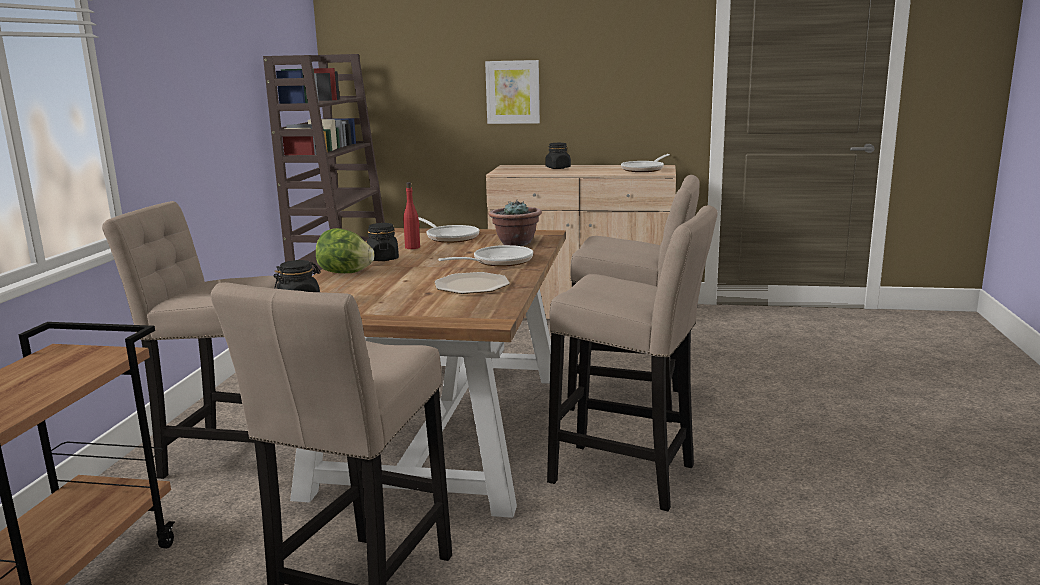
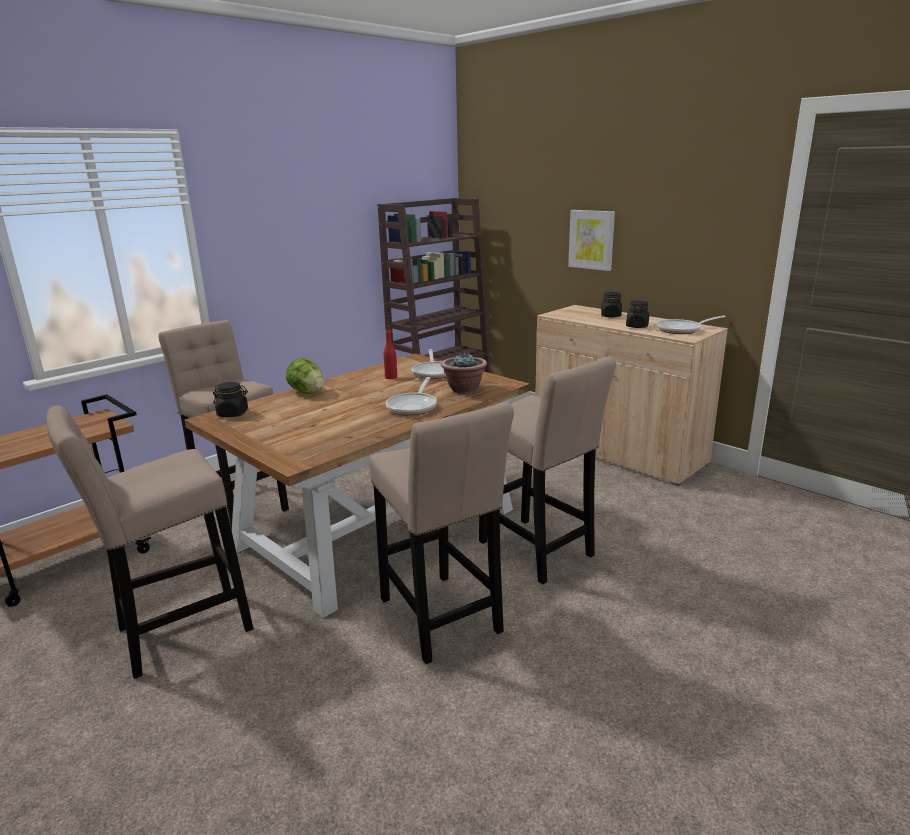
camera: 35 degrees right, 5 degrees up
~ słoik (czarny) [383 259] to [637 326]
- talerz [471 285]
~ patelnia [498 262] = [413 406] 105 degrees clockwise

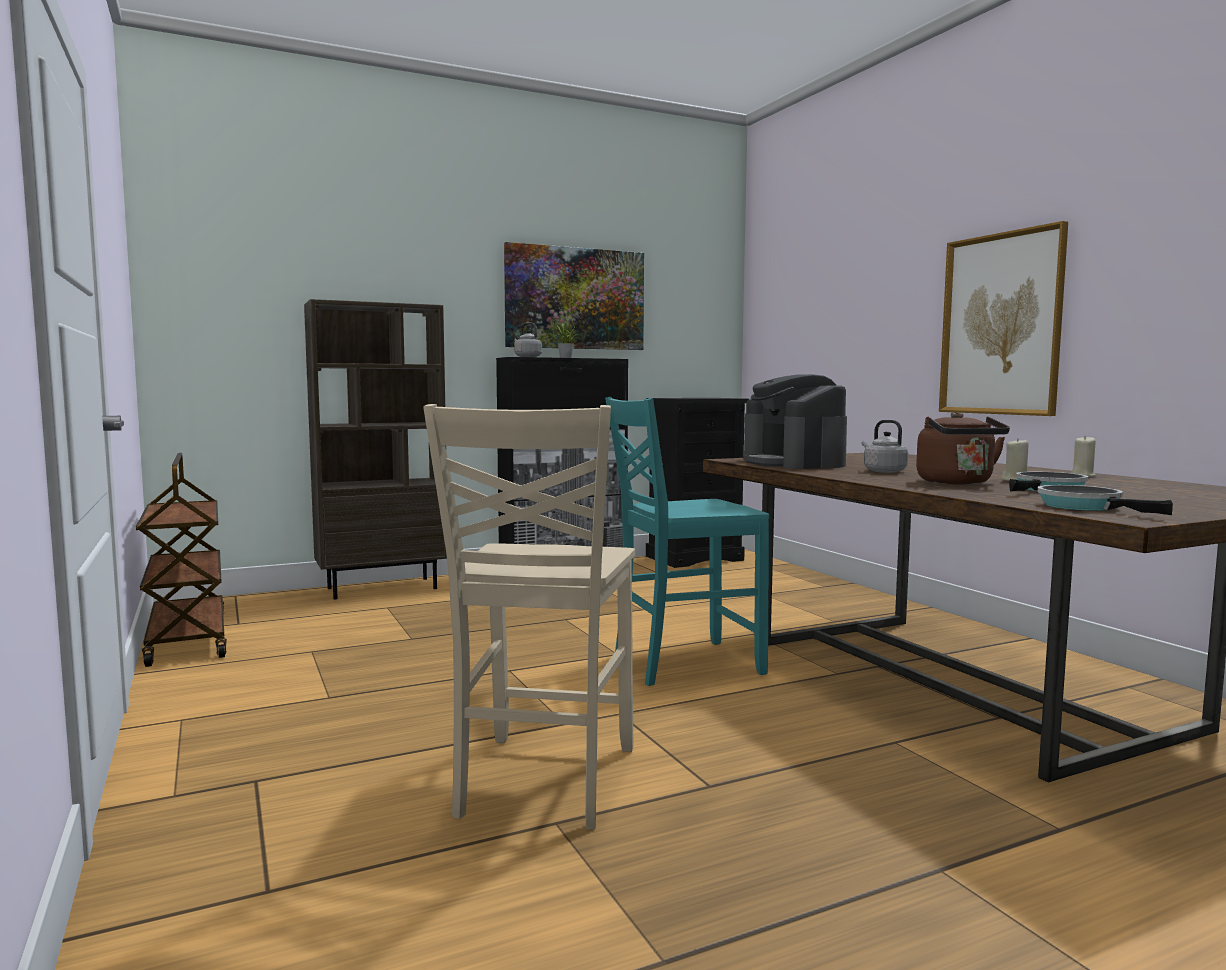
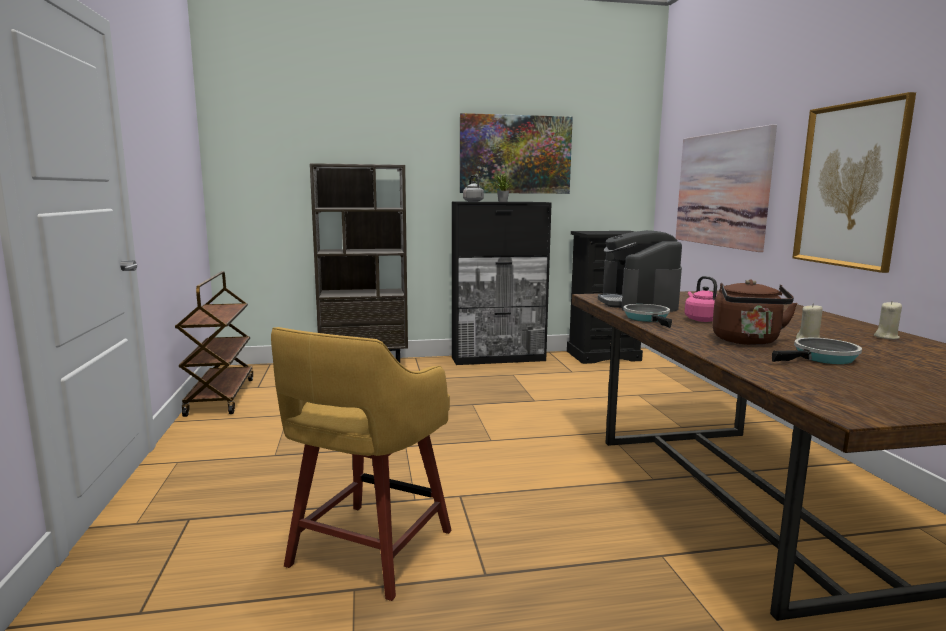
camera: 15 degrees right, 5 degrees up
~ krzesło (beżowy) [542 782] to stołek (żółty) [367 551]
- krzesło (turkusowy) [683 664]
~ czajnik (szary) [883 471] to czajnik (różowy) [701 319]
~ patelnia [1085 507] to [648 319]
+ obraz [721 189]

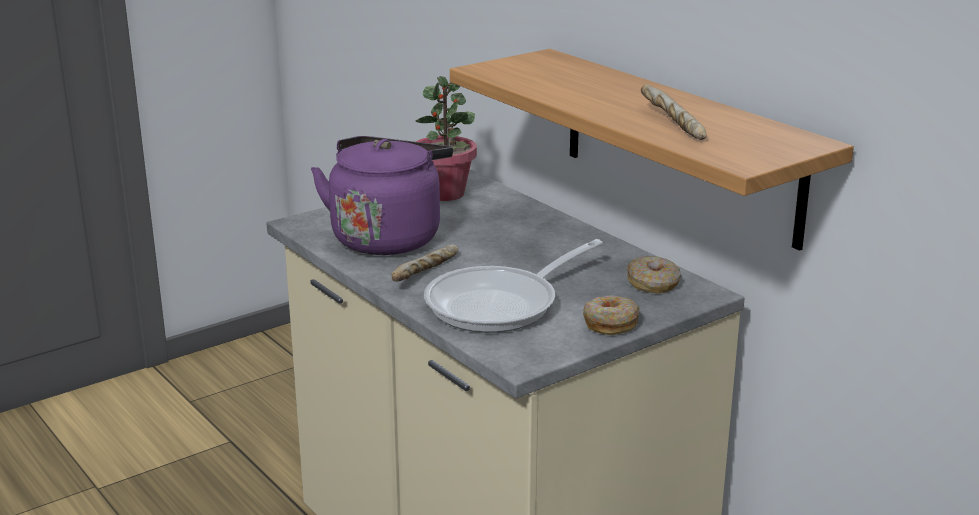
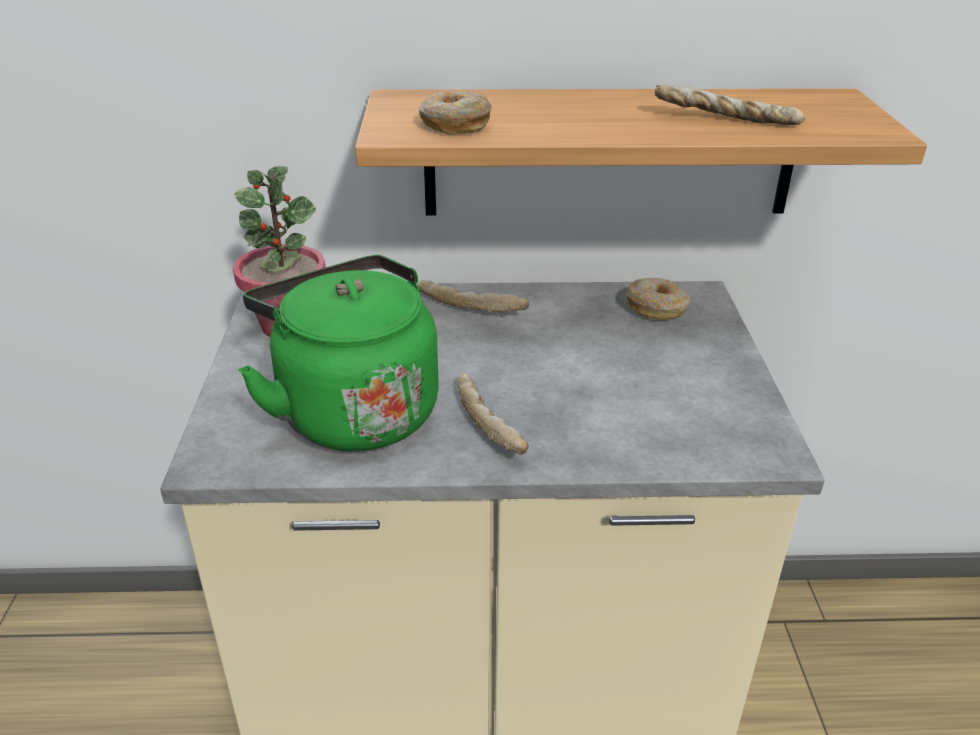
camera: 55 degrees left, 10 degrees up
~ czajnik (fioletowy) [388 237] to czajnik (zielony) [353 410]
- patelnia [501 304]
~ donut [610 323] to [454 125]
+ chleb [471 306]

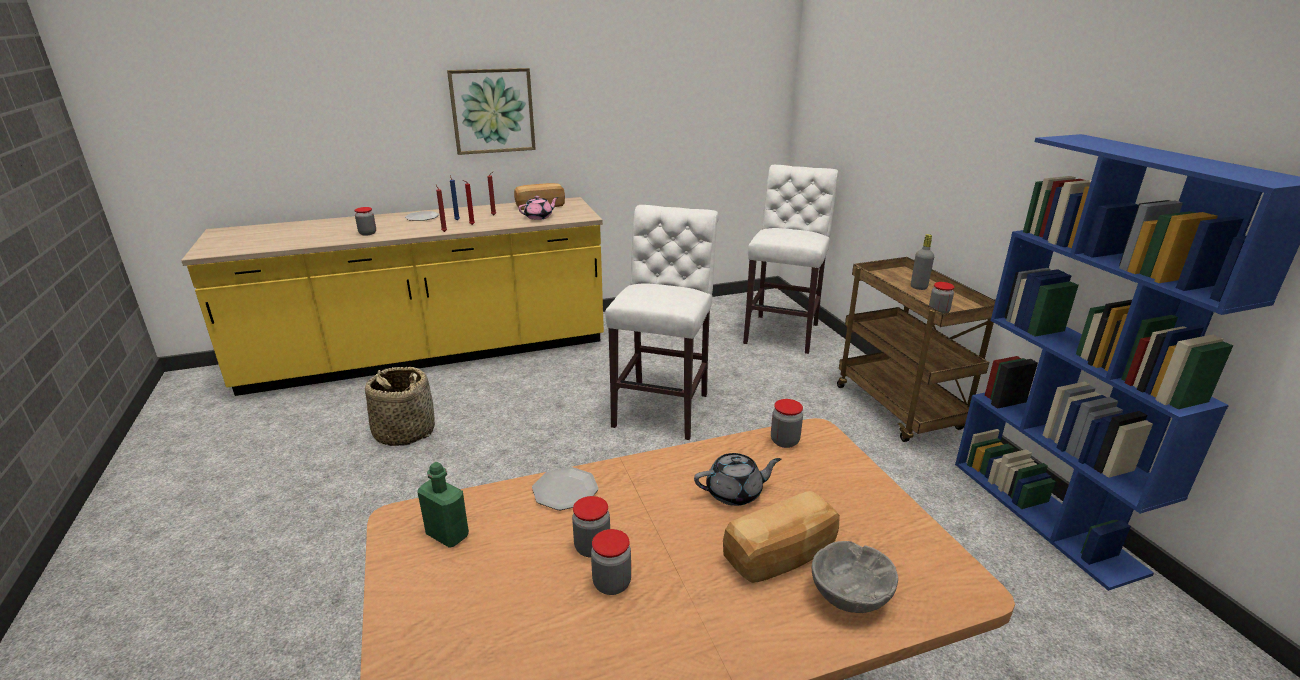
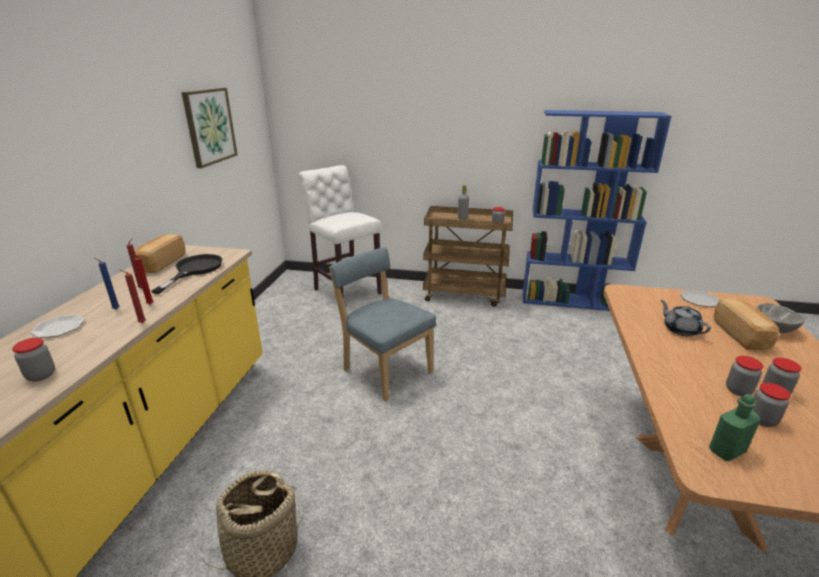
camera: 60 degrees left, 0 degrees up
~ obraz [492 111] to [209 126]
~ imbryk (różowy) [539 217] to patelnia (czarny) [194 270]
~ talerz [565 491] to [699 300]
~ stołek (biały) [663 407] to krzesło (niebieski) [384 370]
~ imbryk (szary) [735 493] = [680 329] 45 degrees counterclockwise
~ słoik [784 441] to [762 420]

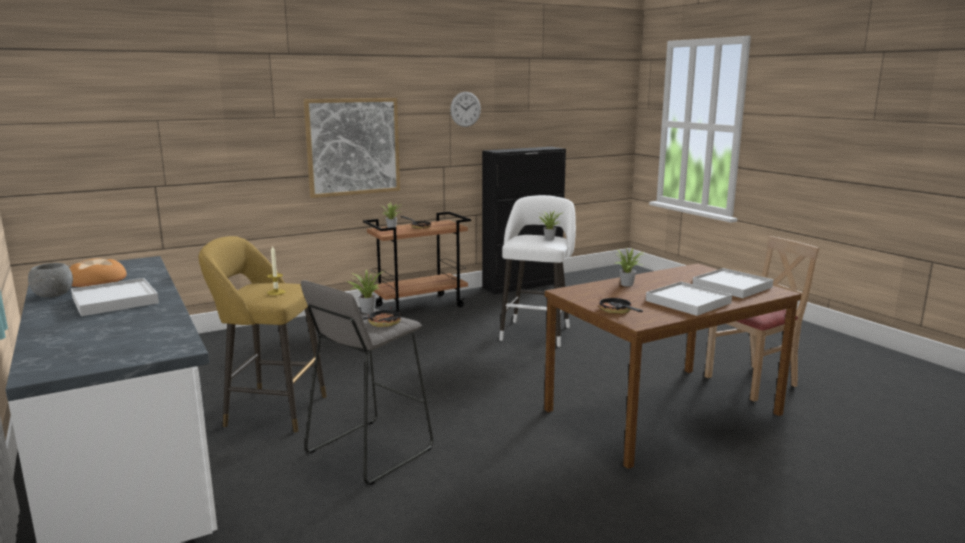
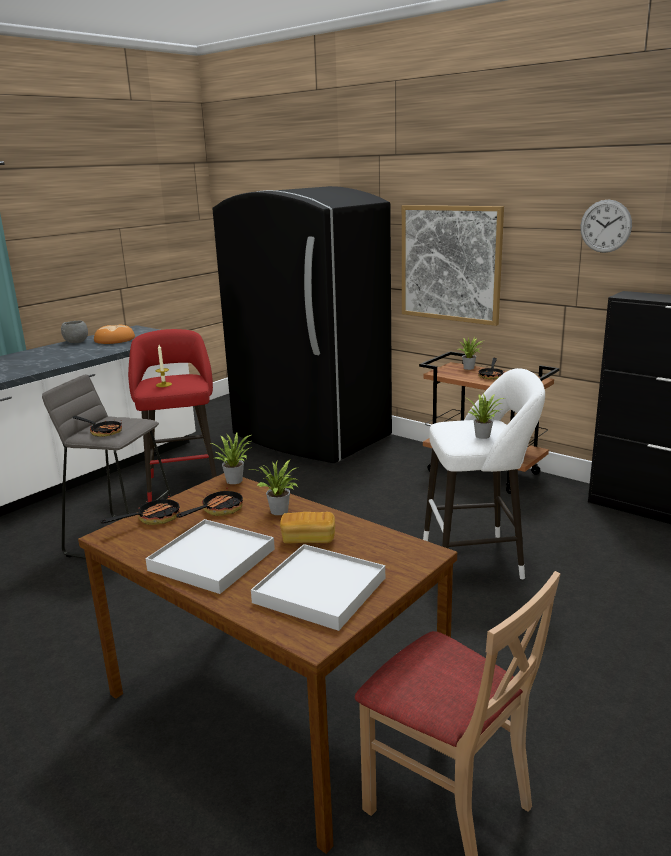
camera: 70 degrees right, 5 degrees up
- taca (biały) [115 301]
~ stołek (żółty) [270 410] to stołek (czerwony) [183 483]
~ roślina doniczkowa [366 310] to [235 480]
+ patelnia [217 511]
+ lodówka (czarny) [310 437]
+ chleb [308 539]

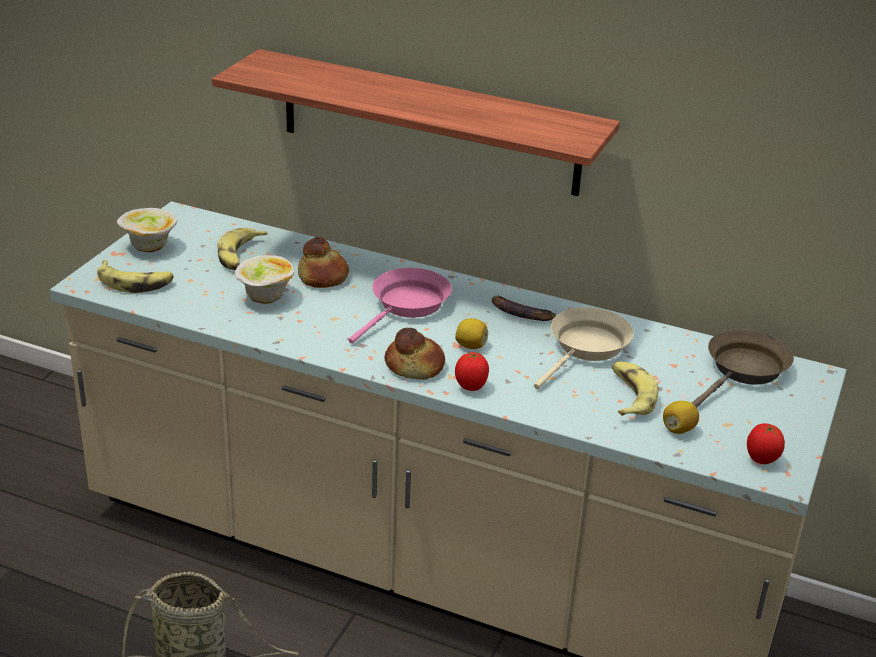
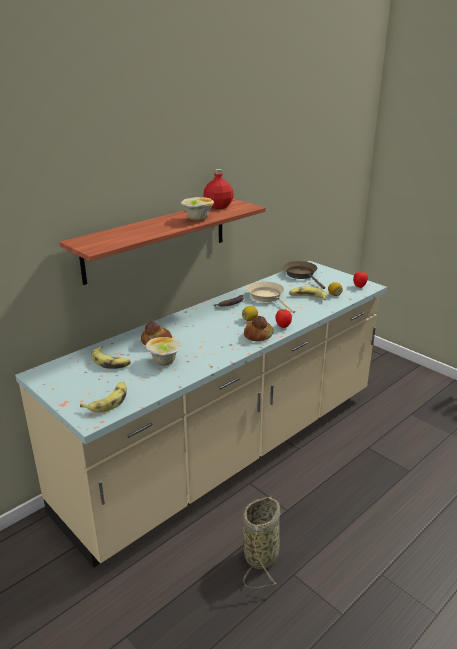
camera: 65 degrees left, 5 degrees down
~ miska [149 247] to [197 219]
- patelnia (różowy) [407 306]
+ butelka (czerwony) [219 206]

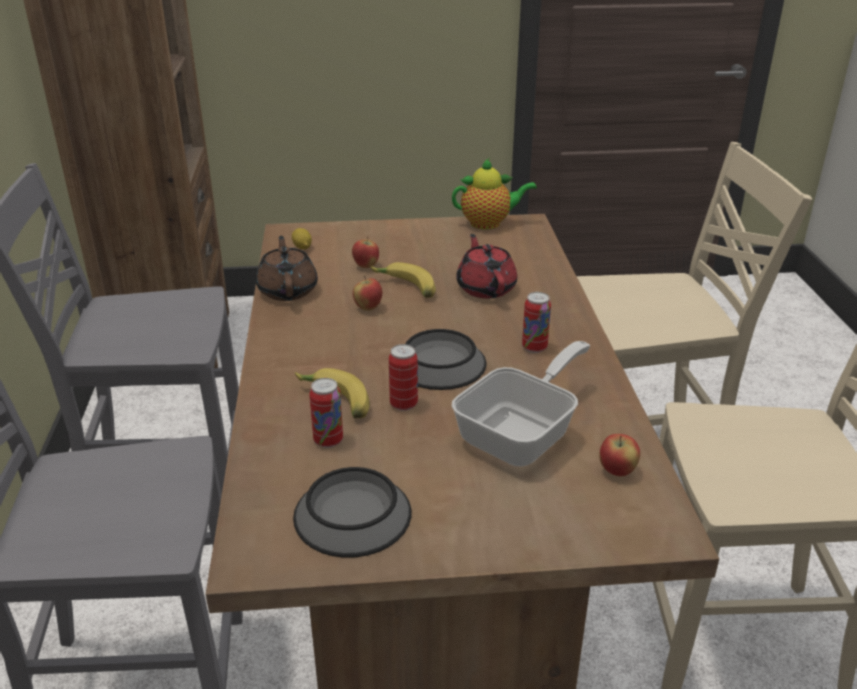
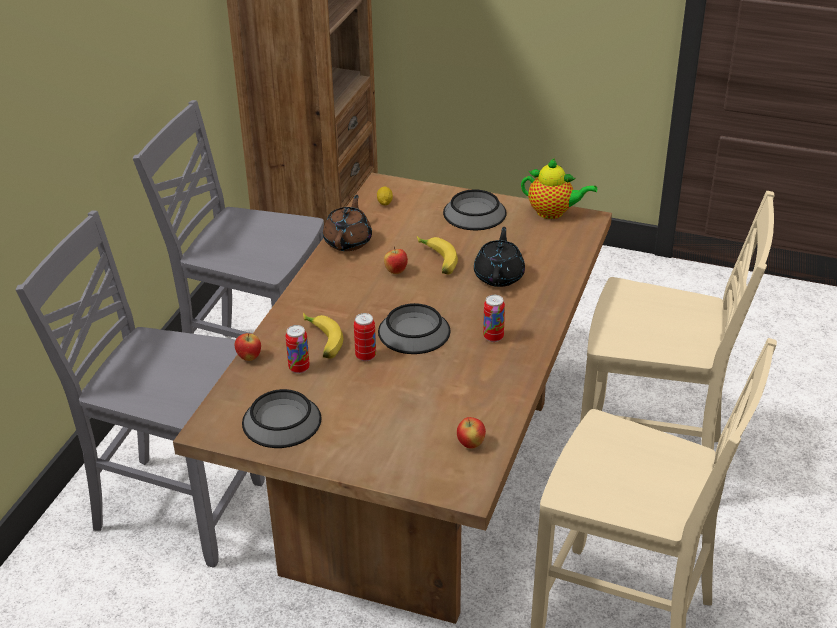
camera: 25 degrees right, 5 degrees up
~ jabłko [366 266] to [249 358]
- patelnia [523 433]
~ imbryk (czerwony) [486 288] to imbryk (czarny) [499 275]
+ miska [474 213]

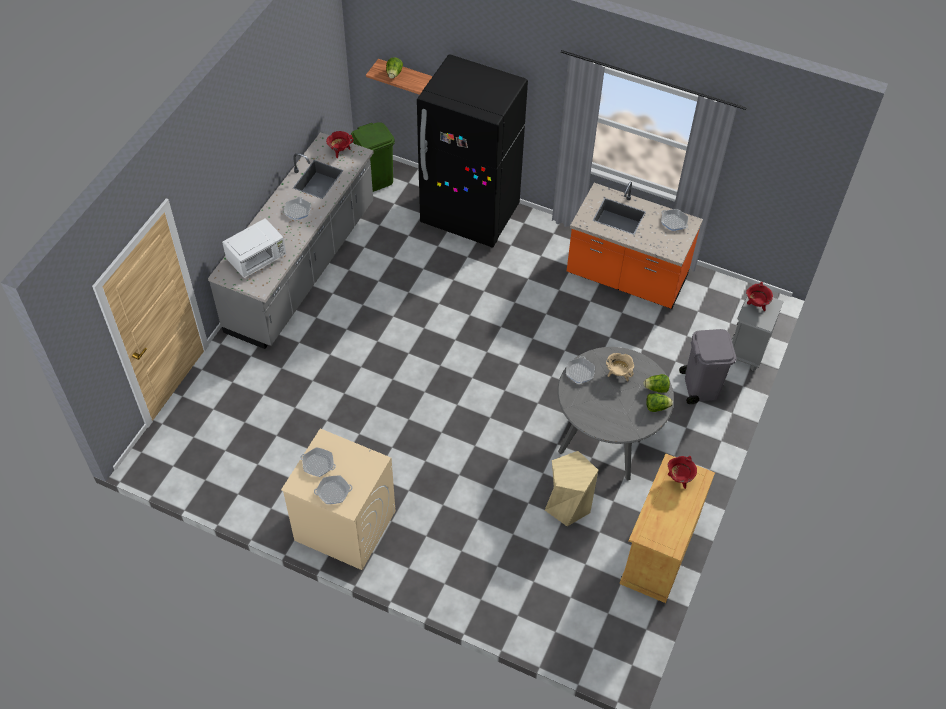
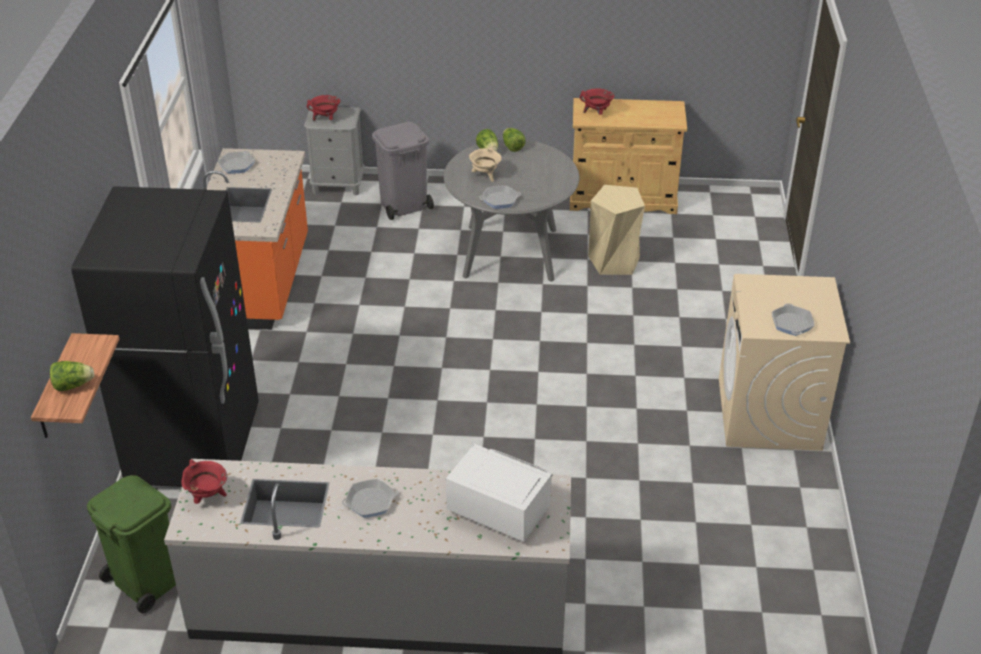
camera: 110 degrees left, 15 degrees down
- patelnia [333 492]

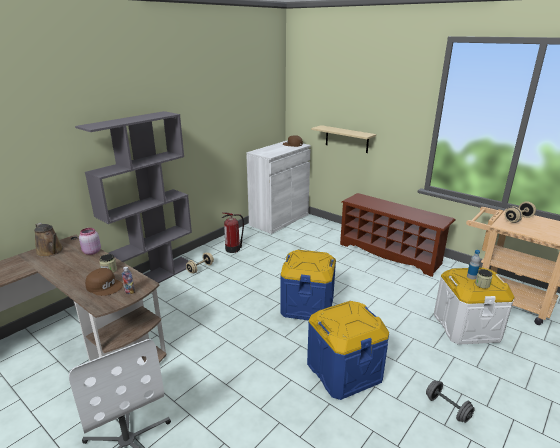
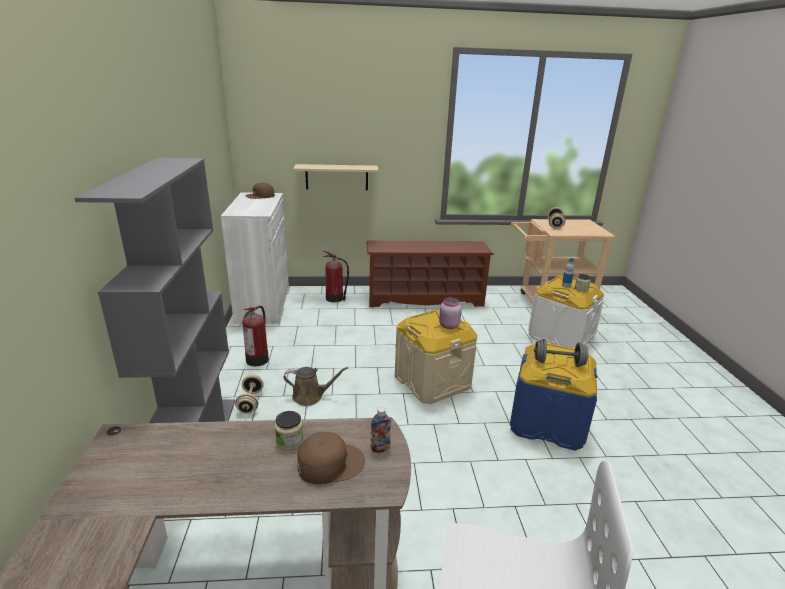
camera: 45 degrees left, 0 degrees up
~ konewka (brązowy) [51 252] to [310 396]
~ słoik (różowy) [91 252] to [448 326]
~ pojemnik do przechowywania (niebieski) [307 306] to pojemnik do przechowywania (beżowy) [432 381]
~ hantel (szary) [447 408] to [558 363]
+ gaśnica [335 298]

